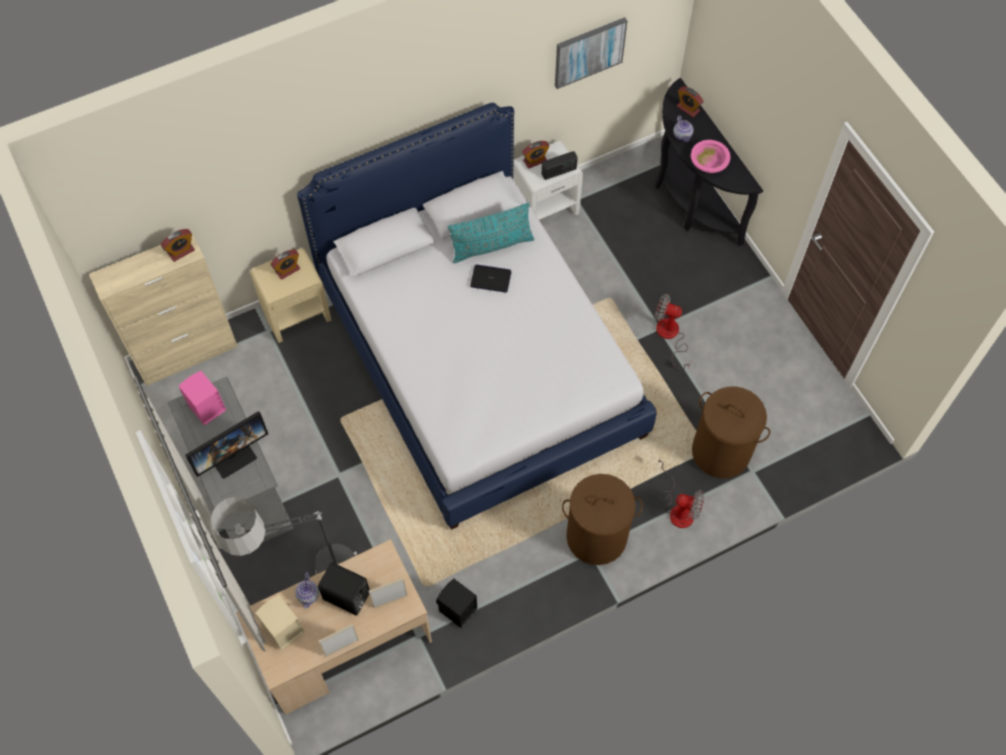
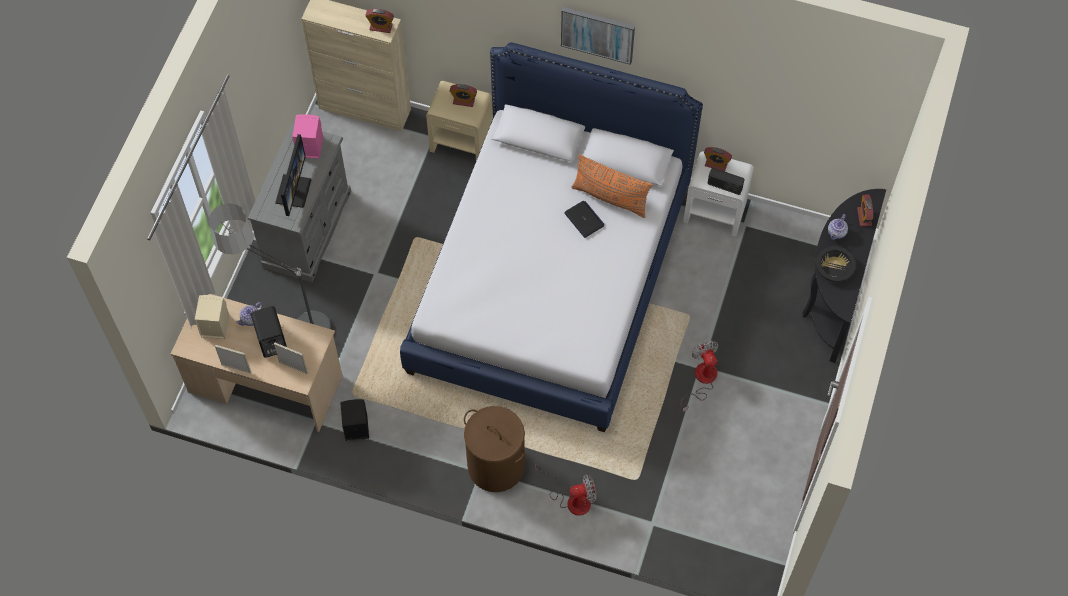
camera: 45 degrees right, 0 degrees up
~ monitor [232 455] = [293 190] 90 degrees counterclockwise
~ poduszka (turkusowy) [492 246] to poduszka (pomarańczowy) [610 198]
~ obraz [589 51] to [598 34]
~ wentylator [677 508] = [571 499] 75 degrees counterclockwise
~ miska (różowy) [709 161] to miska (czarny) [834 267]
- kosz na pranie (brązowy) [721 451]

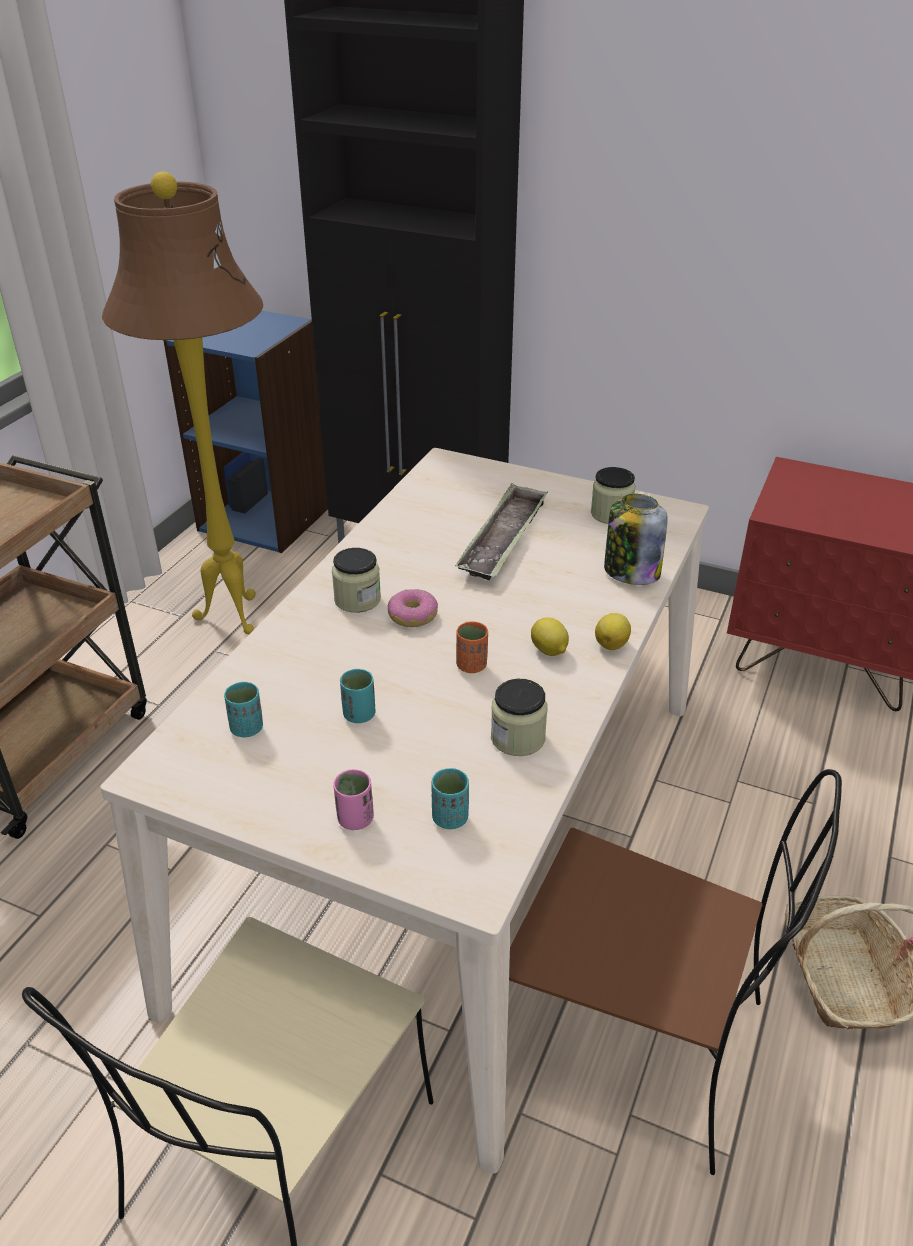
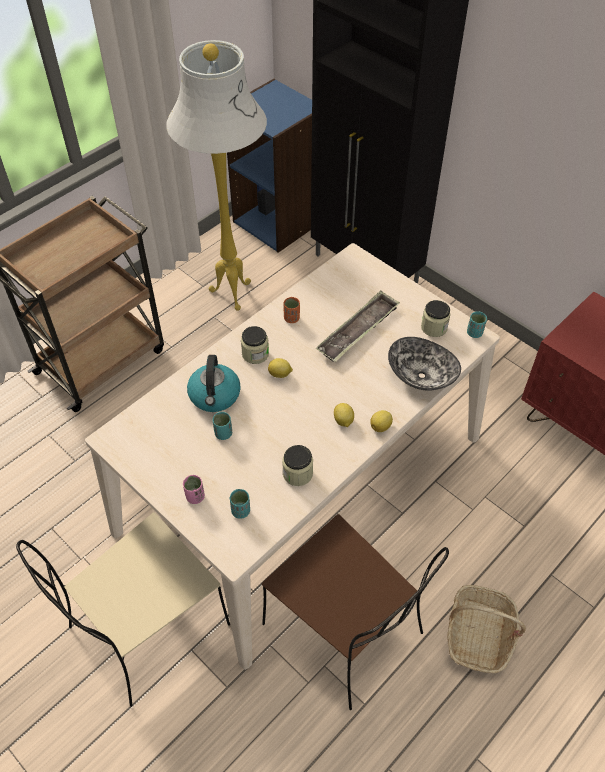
camera: 20 degrees right, 15 degrees up
~ lampa stojąca (brązowy) [232 615] to lampa stojąca (biały) [233 293]
~ filiżanka (turkusowy) [247 728] to [474 333]
~ donut [412 616] to cytryna [280 374]
~ filiżanka (pomarańczowy) [471 666] to [291 318]
~ słoik [630 571] to miska [421 376]
+ czajnik [215 396]

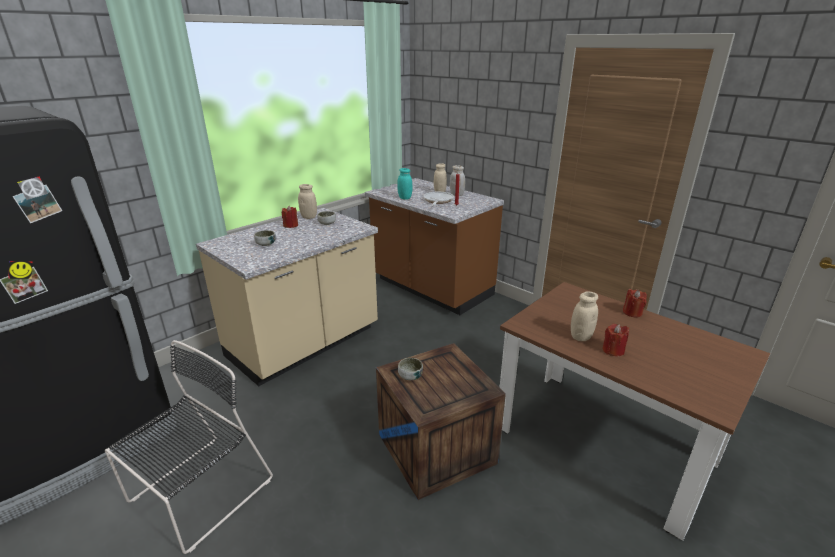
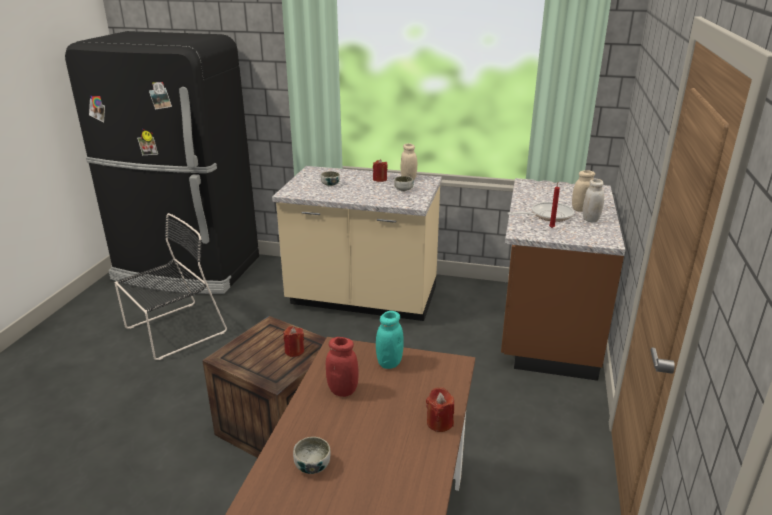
camera: 60 degrees right, 0 degrees up
~ krzesło (czarny) [198 493] = [172 331] 45 degrees counterclockwise
~ słoik (turkusowy) [405 198] to [389 363]
~ miska [410 376] to [312 465]
~ słoik (beżowy) [580 336] to słoik (czerwony) [343 390]
~ świeca (czerwony) [613 350] to [294 351]

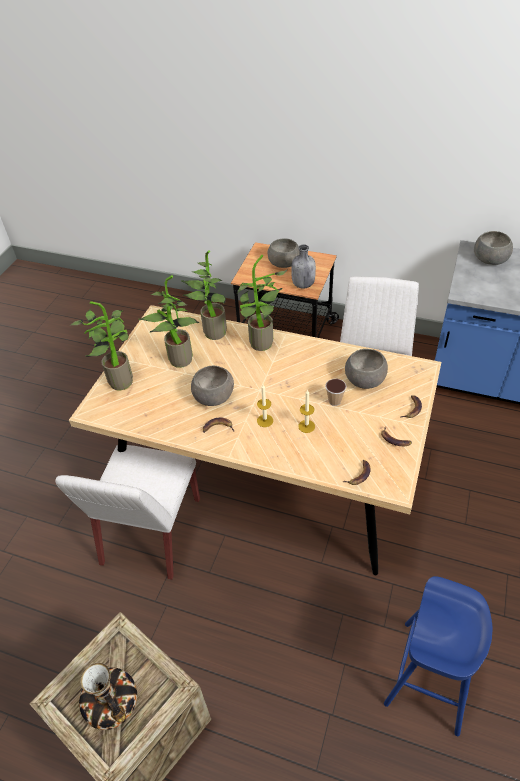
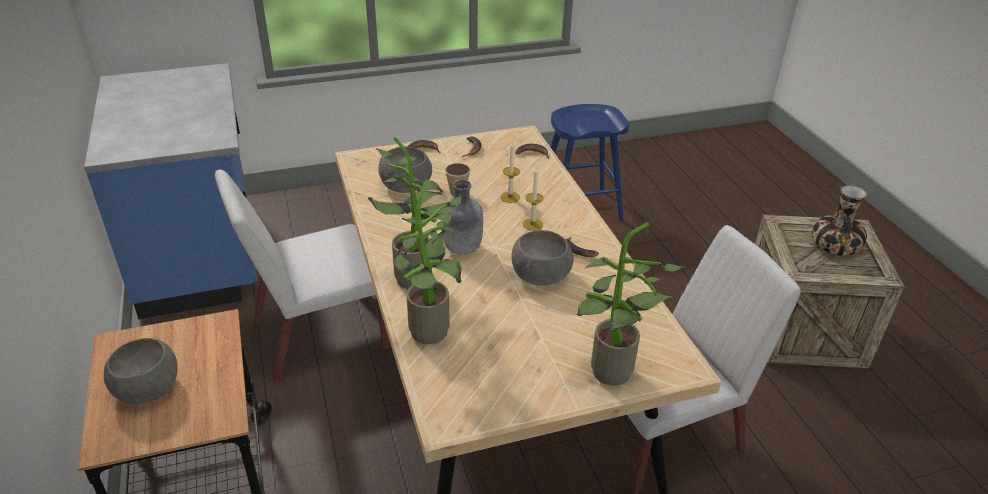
camera: 130 degrees left, 10 degrees down
- roślina doniczkowa [177 361]
~ butelka (szary) [302 284] to [462 248]
- miska (szary) [489 259]

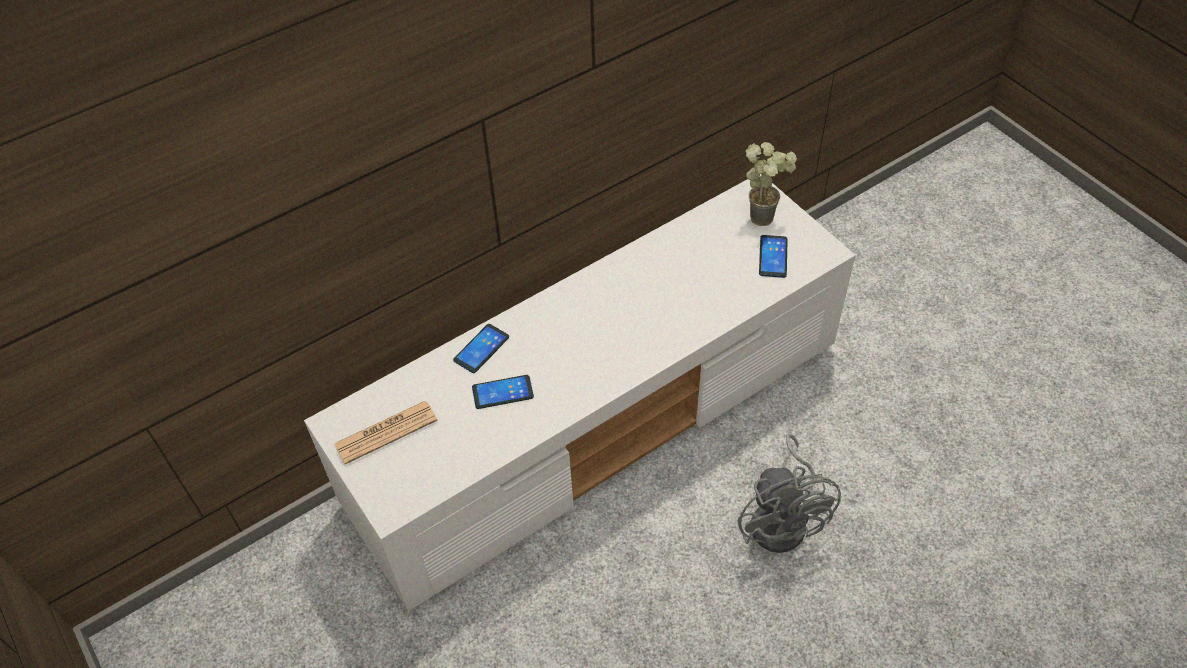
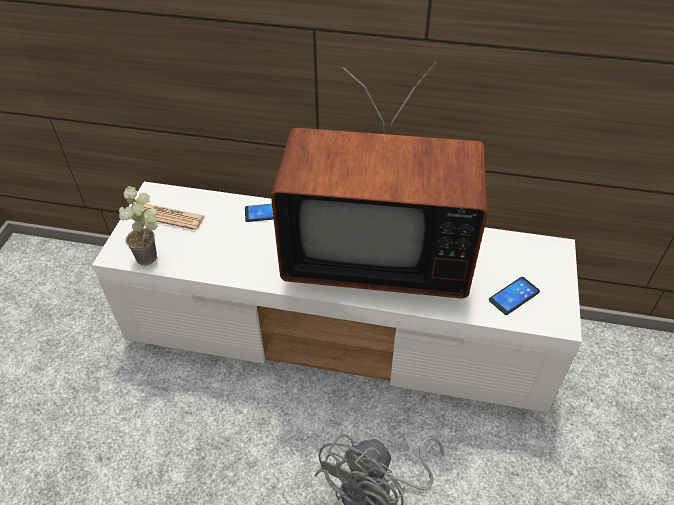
camera: 45 degrees right, 5 degrees down
- telefon [502 392]
~ roślina doniczkowa [765 214] to [153 258]
+ telewizor [375 252]

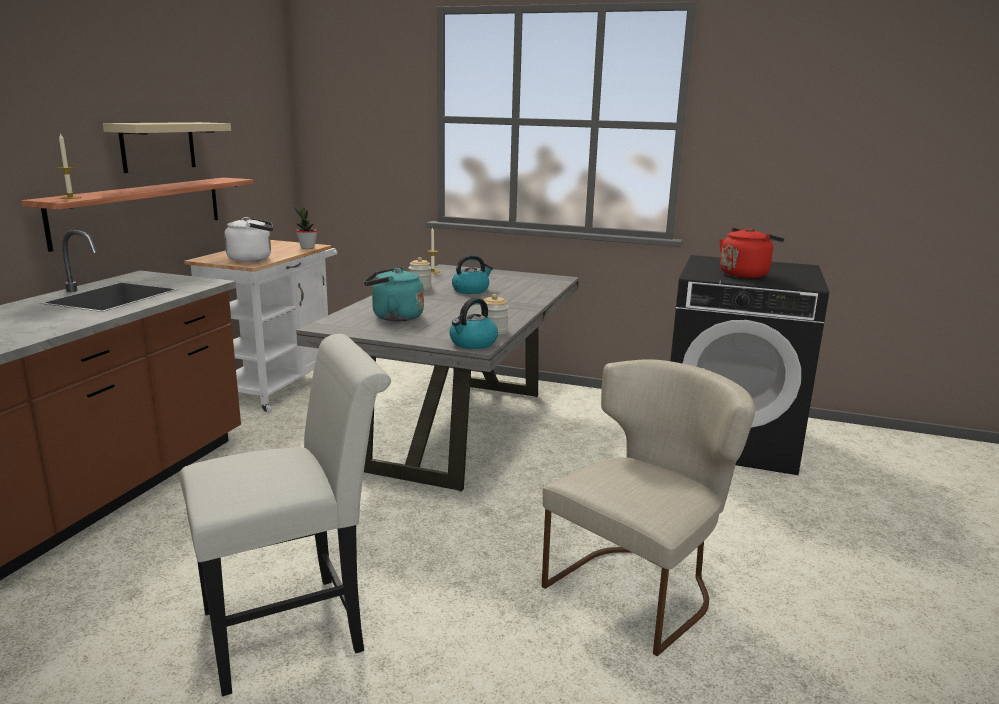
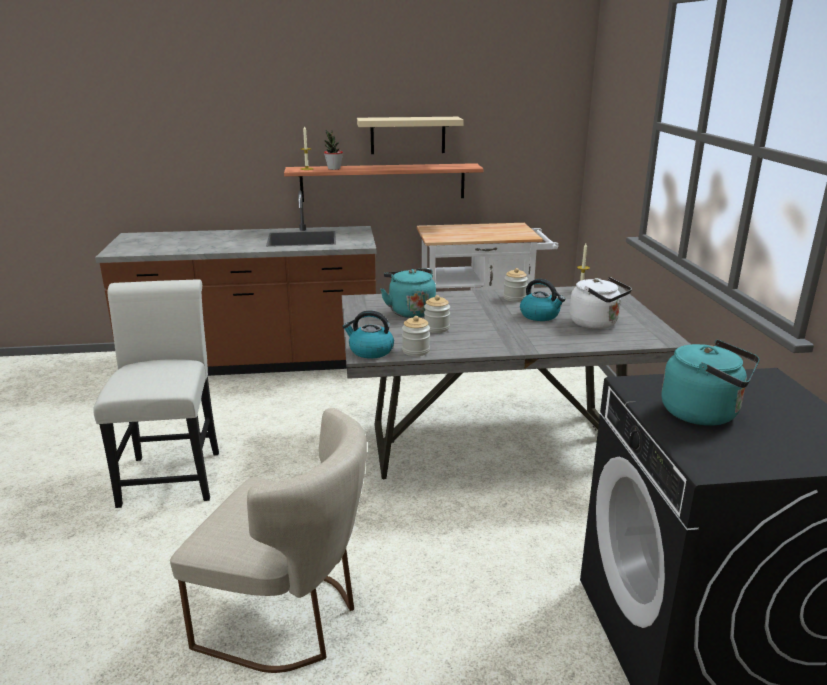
camera: 65 degrees right, 5 degrees up
~ krzesło (biały) [296 627] = [172 473] 135 degrees counterclockwise
~ czajnik (biały) [253 259] to [596 324]
~ roślina doniczkowa [307 248] to [334 169]
~ czajnik (czerwony) [745 274] to czajnik (turkusowy) [704 414]
+ słoik [436 328]

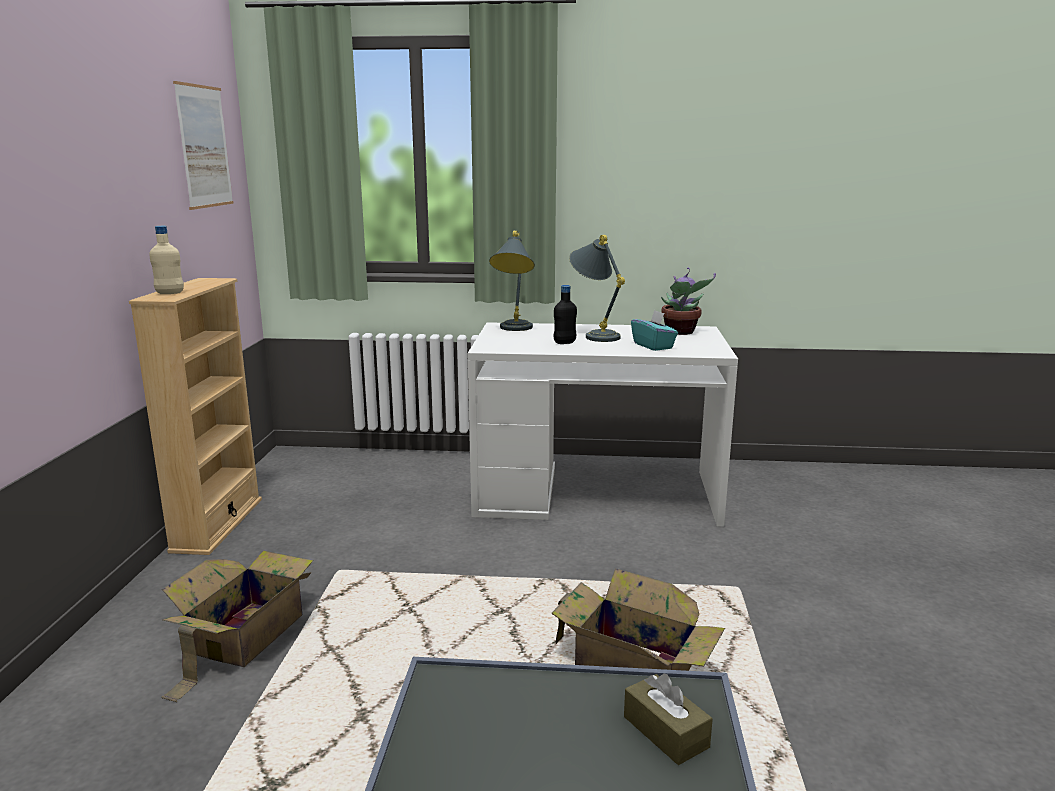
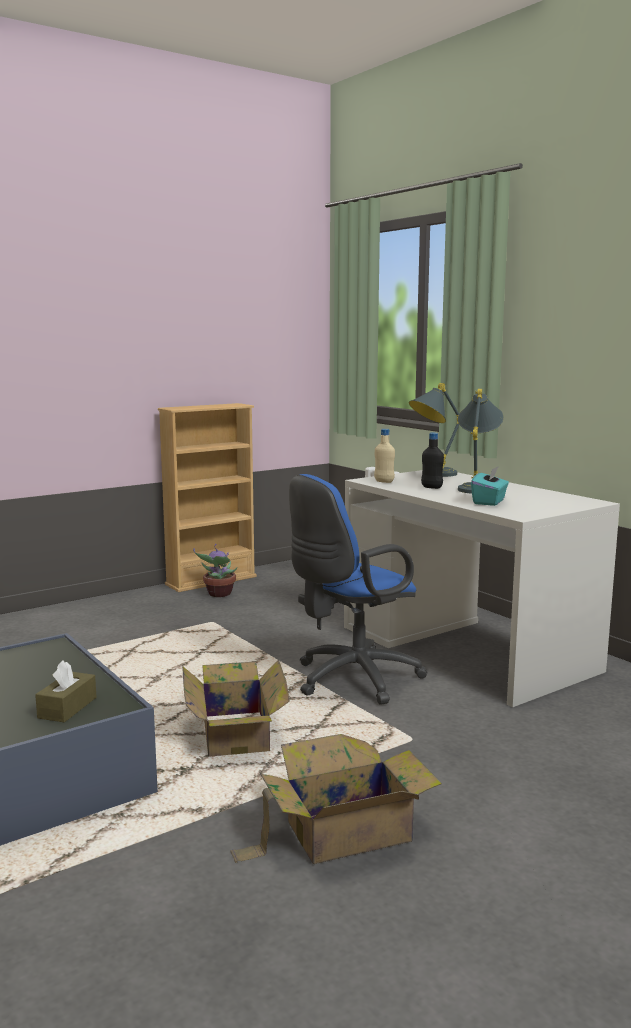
camera: 50 degrees right, 5 degrees down
~ butelka (beżowy) [169 293] to [384 481]
~ karton [243 636] to [343 832]
- obraz [204 146]
~ roślina doniczkowa [681 332] to [218 594]
+ krzesło biurowe (niebieski) [351 680]

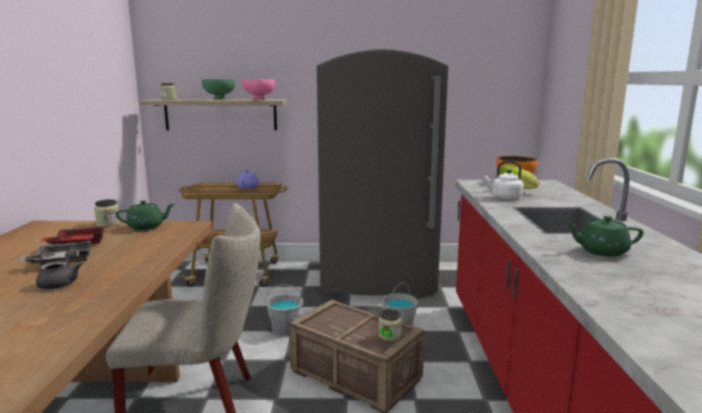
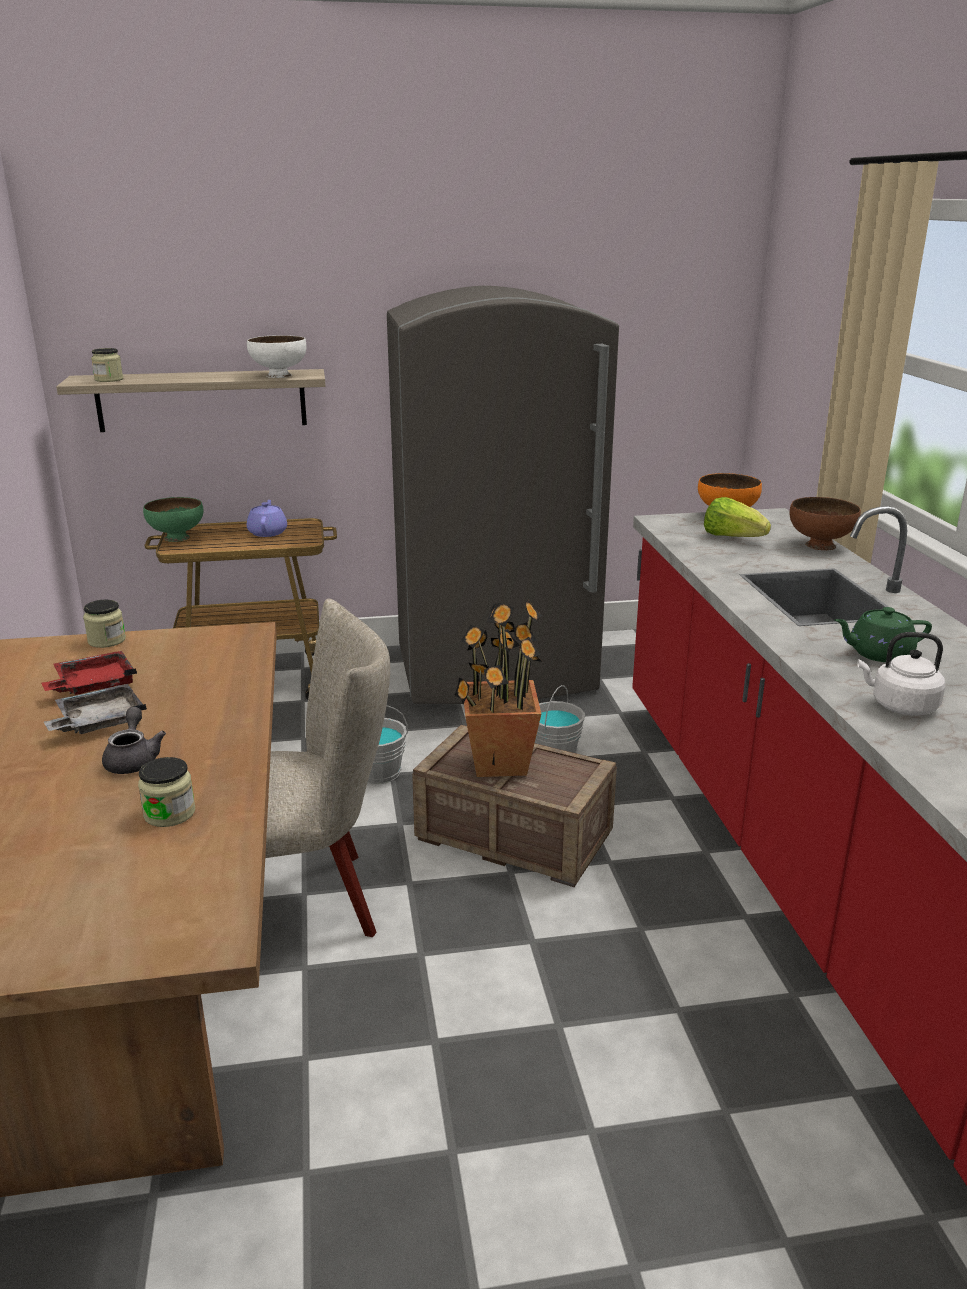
camera: 10 degrees left, 10 degrees up
- imbryk (zielony) [147 227]
~ miska (zielony) [219 99] to [176 538]
~ miska (różowy) [259 99] to miska (biały) [279 375]
~ słoik [389 335] to [169 813]
~ czajnik (biały) [504 197] to [900 706]
+ roślina doniczkowa [499 762]
+ miska (brązowy) [819 545]

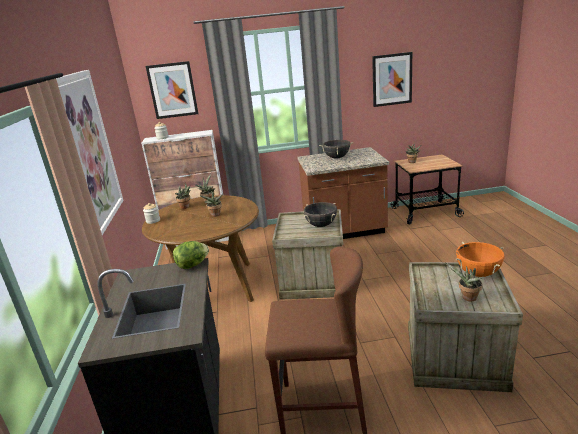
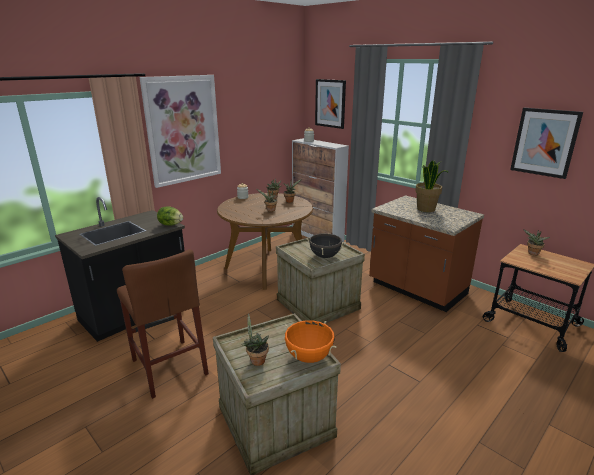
camera: 50 degrees right, 0 degrees up
~ garnek (czarny) [337 158] to roślina doniczkowa [426 209]

